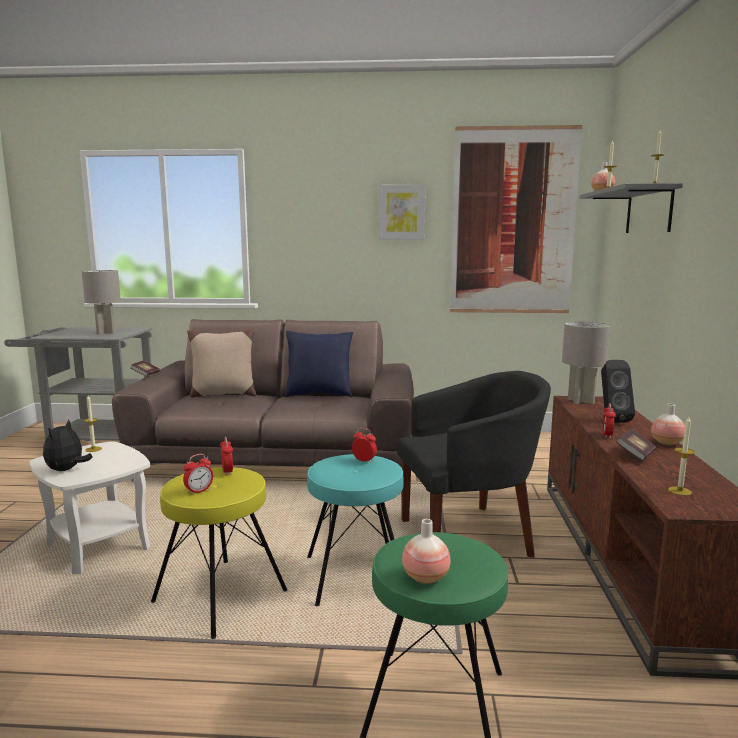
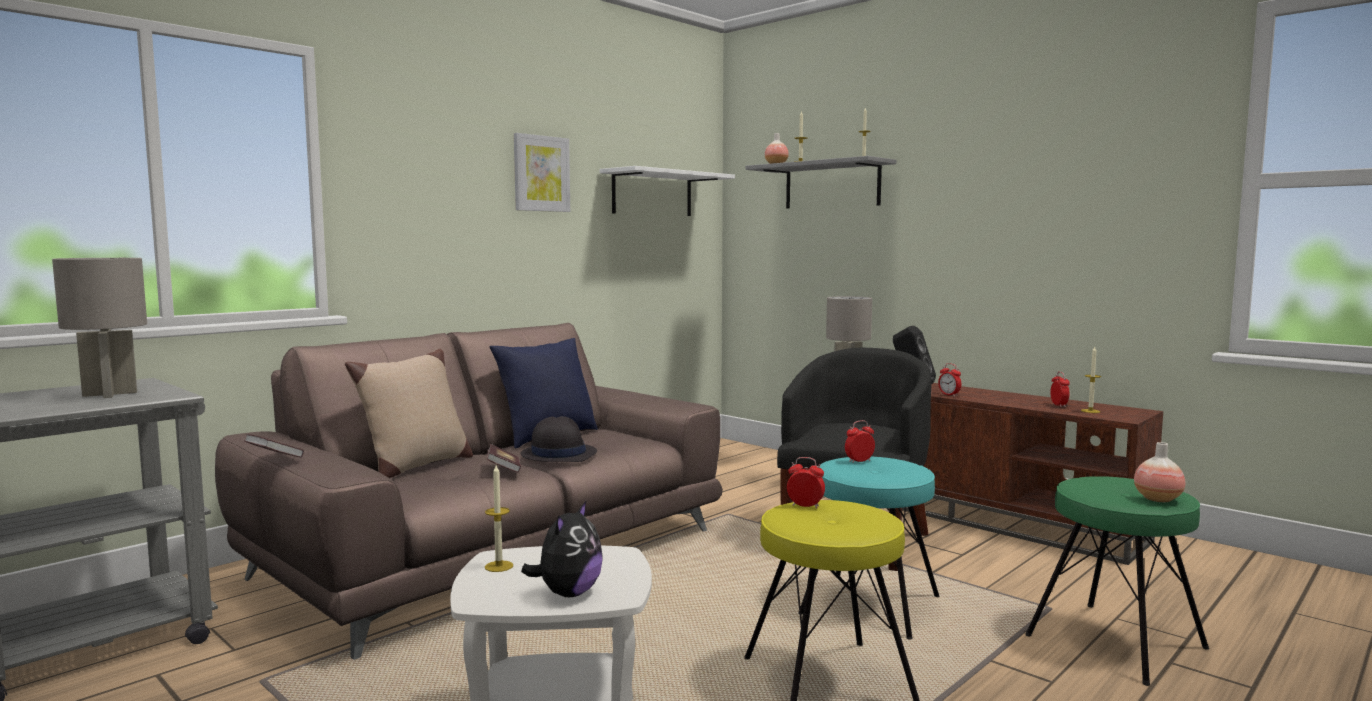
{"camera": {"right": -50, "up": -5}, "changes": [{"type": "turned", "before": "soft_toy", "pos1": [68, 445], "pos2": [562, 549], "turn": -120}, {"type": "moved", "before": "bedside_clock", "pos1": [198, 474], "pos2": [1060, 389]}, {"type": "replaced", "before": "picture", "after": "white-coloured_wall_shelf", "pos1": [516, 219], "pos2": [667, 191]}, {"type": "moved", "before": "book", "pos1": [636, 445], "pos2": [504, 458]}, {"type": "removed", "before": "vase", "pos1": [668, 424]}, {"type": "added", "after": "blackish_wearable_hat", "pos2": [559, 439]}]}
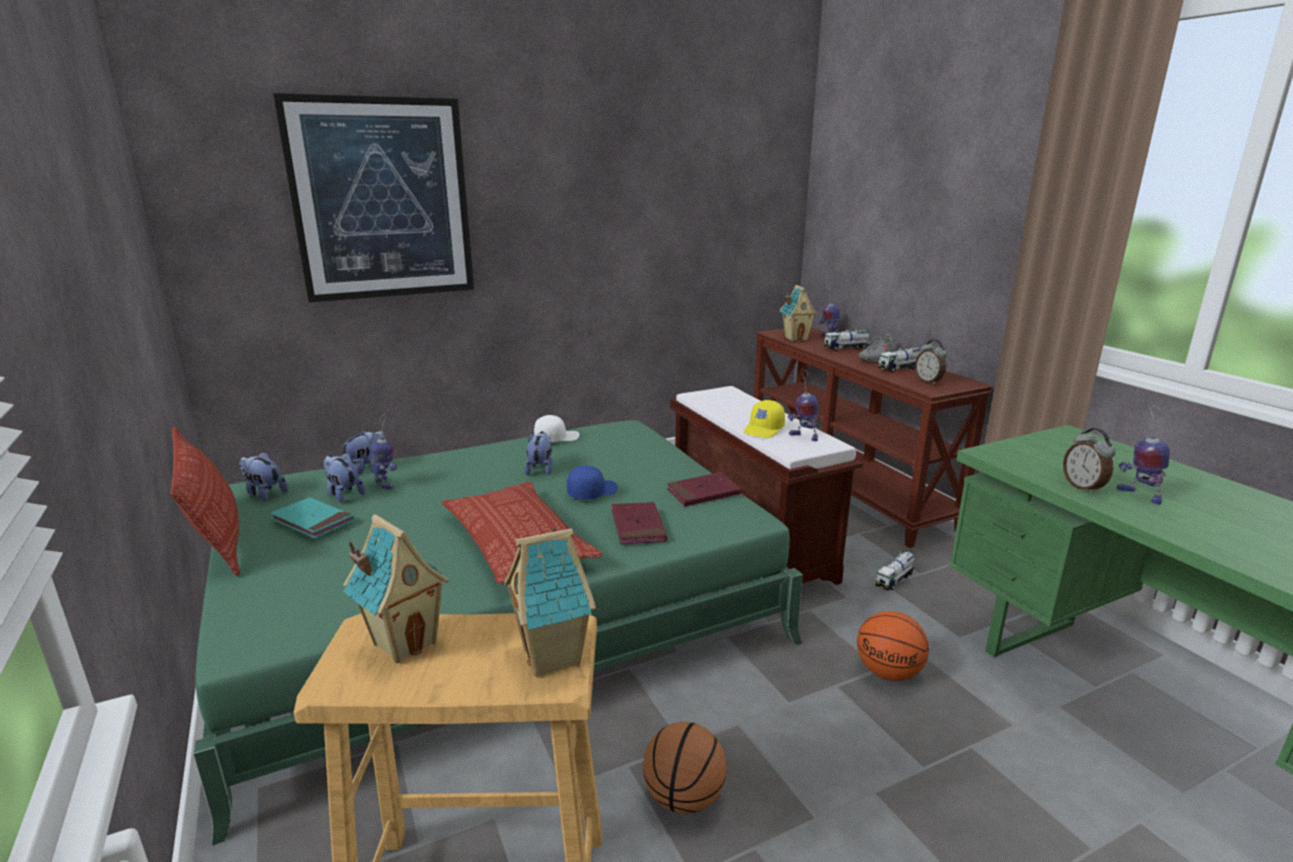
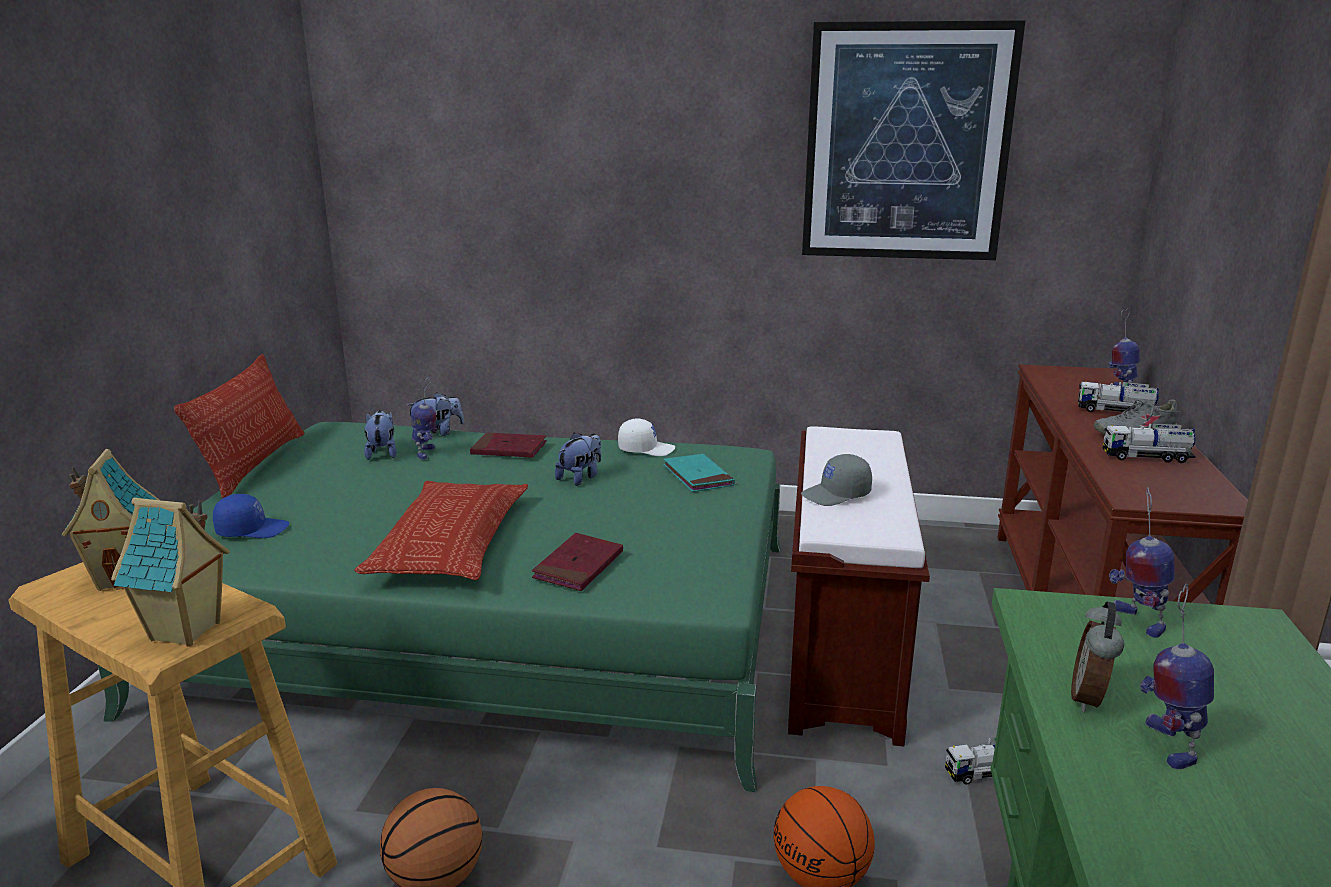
{"camera": {"right": 35, "up": 0}, "changes": [{"type": "removed", "before": "soft_toy", "pos1": [263, 476]}, {"type": "moved", "before": "turquoise_book", "pos1": [312, 518], "pos2": [699, 473]}, {"type": "moved", "before": "picture", "pos1": [373, 197], "pos2": [913, 140]}, {"type": "moved", "before": "bluish_baseball_cap", "pos1": [592, 482], "pos2": [251, 516]}, {"type": "moved", "before": "red_book", "pos1": [704, 489], "pos2": [508, 445]}, {"type": "recoloured", "before": "yellow_baseball_cap", "after": "gray_baseball_cap", "pos1": [764, 419], "pos2": [836, 480]}, {"type": "removed", "before": "miniature_house", "pos1": [798, 313]}, {"type": "moved", "before": "robot_figure", "pos1": [803, 404], "pos2": [1142, 562]}, {"type": "removed", "before": "bedside_clock", "pos1": [931, 362]}]}
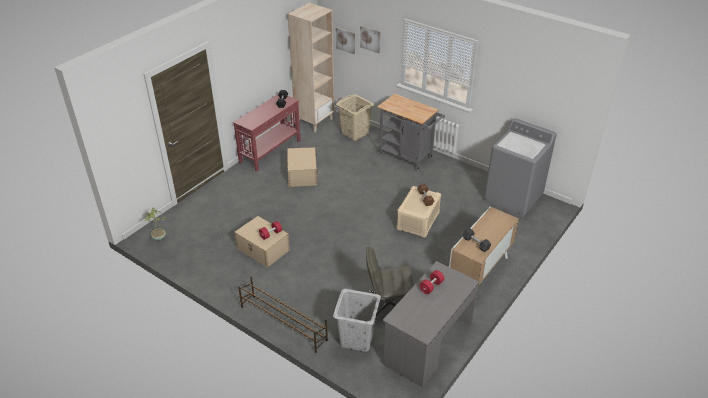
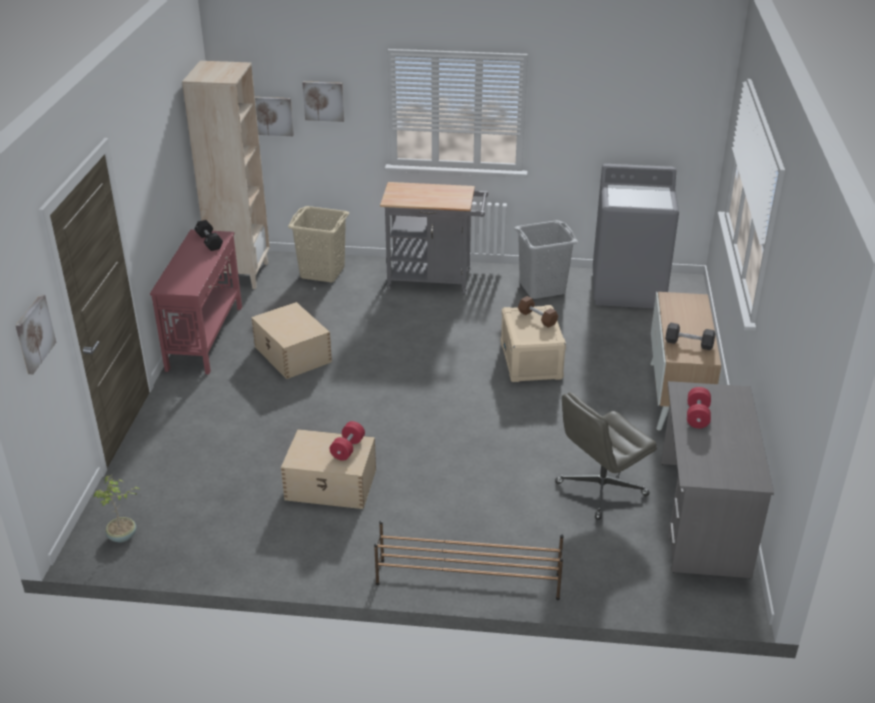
{"camera": {"right": -30, "up": -5}, "changes": [{"type": "moved", "before": "gray_washing_basket", "pos1": [357, 320], "pos2": [546, 259]}, {"type": "added", "after": "picture", "pos2": [35, 334]}]}
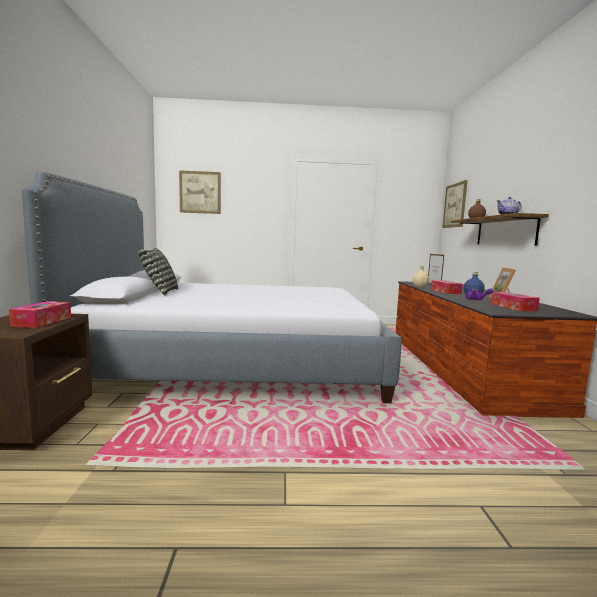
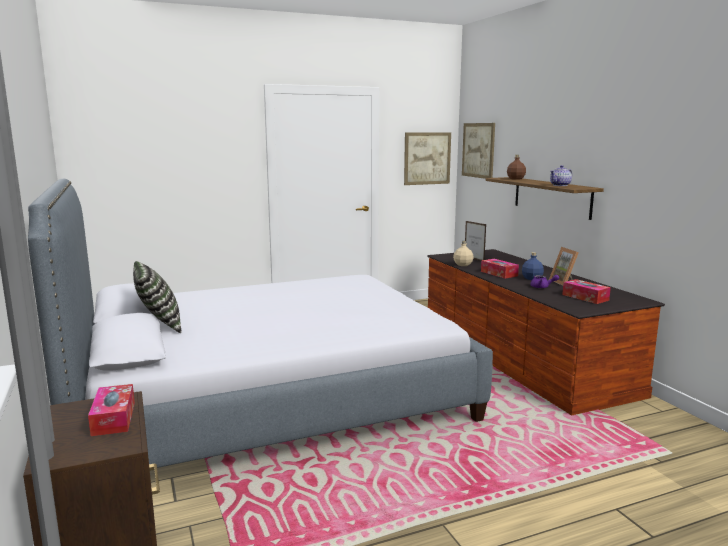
{"camera": {"right": -20, "up": 5}, "changes": [{"type": "moved", "before": "picture", "pos1": [200, 192], "pos2": [427, 158]}]}
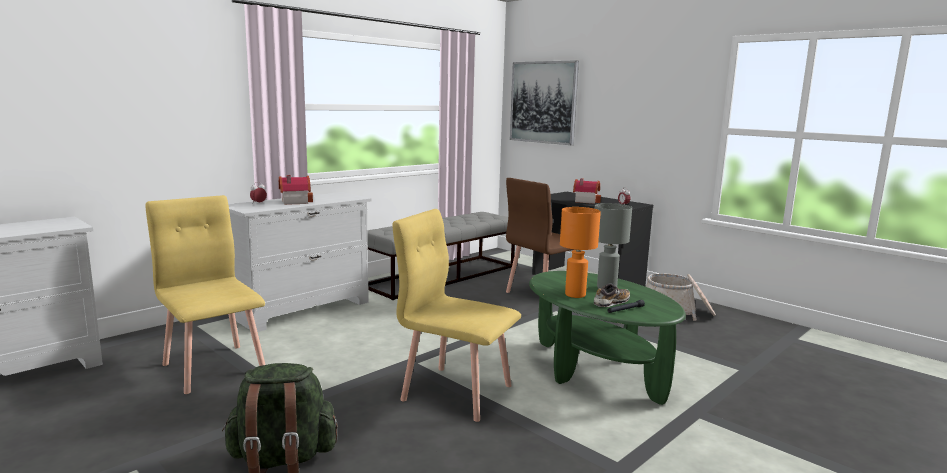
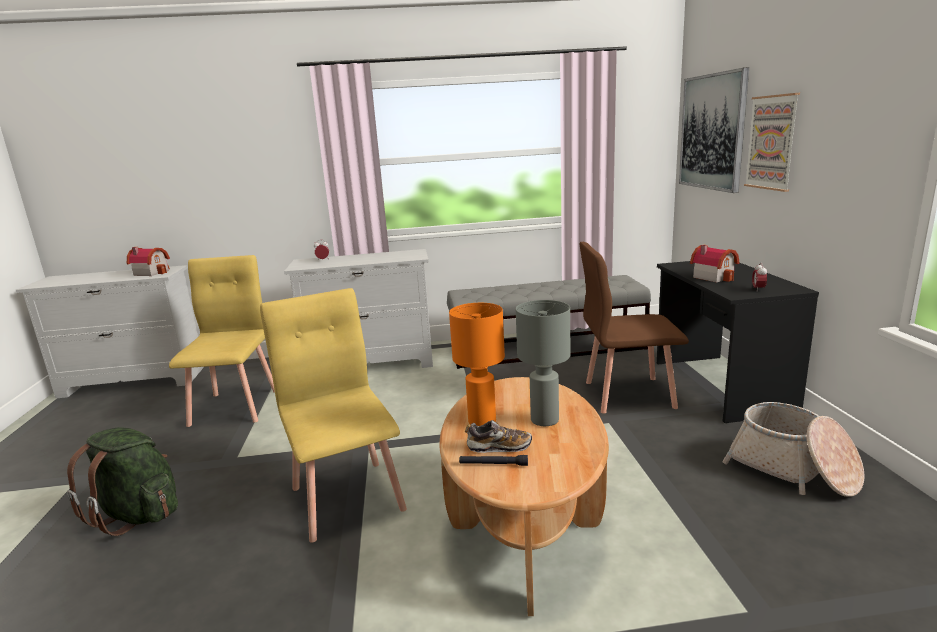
{"camera": {"right": 40, "up": 5}, "changes": [{"type": "moved", "before": "miniature_house", "pos1": [296, 190], "pos2": [148, 261]}, {"type": "recoloured", "before": "greenish_lounge_table", "after": "brown_lounge_table", "pos1": [607, 338], "pos2": [524, 496]}, {"type": "added", "after": "picture", "pos2": [772, 142]}]}
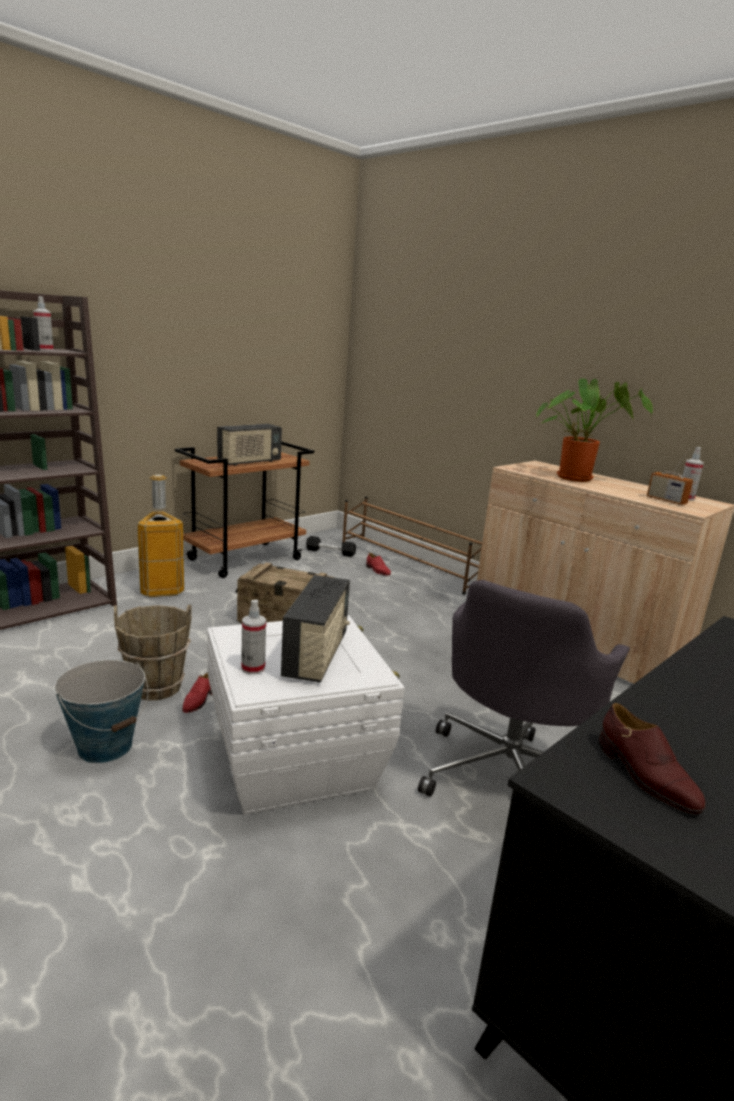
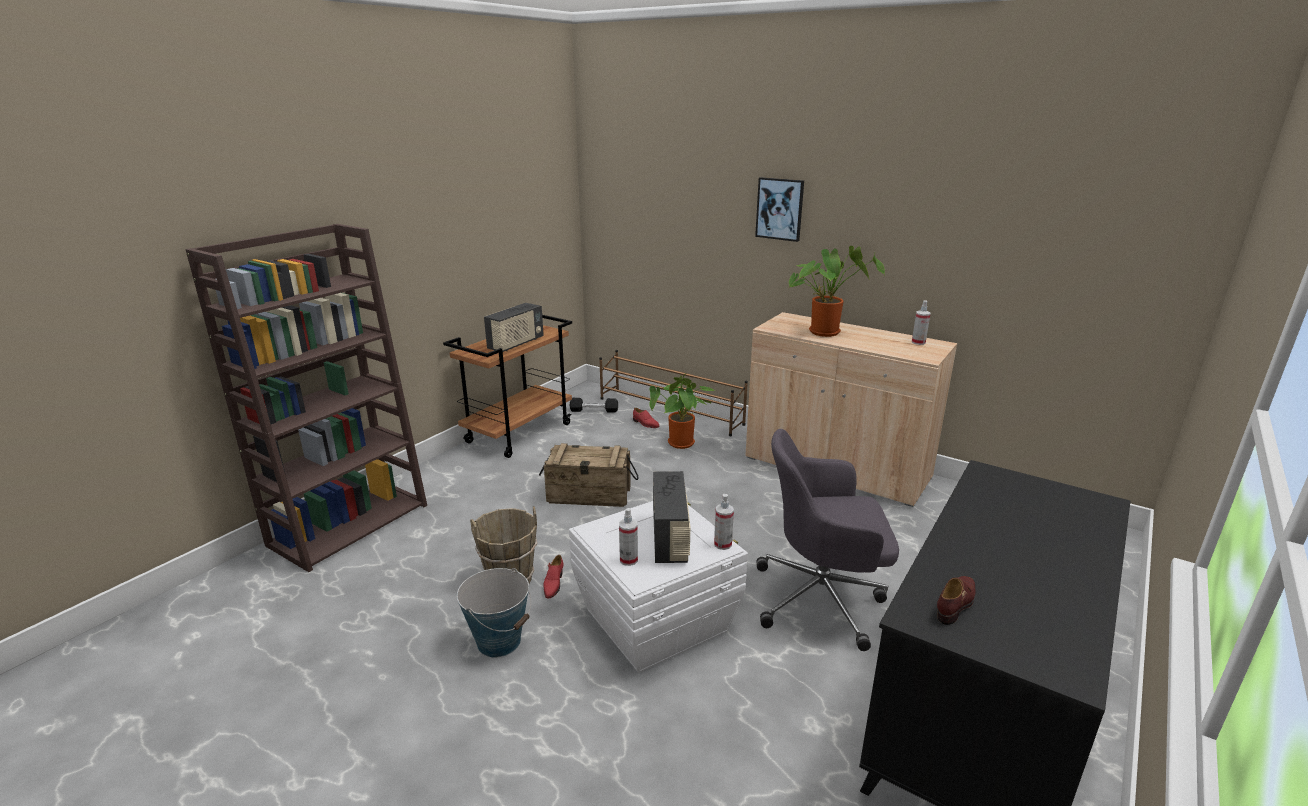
{"camera": {"right": -10, "up": 5}, "changes": [{"type": "moved", "before": "hand_sprayer", "pos1": [43, 323], "pos2": [724, 522]}, {"type": "removed", "before": "waste_bin", "pos1": [160, 535]}, {"type": "turned", "before": "gray_office_chair", "pos1": [524, 688], "pos2": [827, 540], "turn": 75}, {"type": "turned", "before": "brown_shoe", "pos1": [652, 758], "pos2": [956, 600], "turn": -105}, {"type": "removed", "before": "radio_set", "pos1": [670, 477]}, {"type": "added", "after": "houseplant", "pos2": [682, 411]}, {"type": "added", "after": "picture", "pos2": [779, 209]}]}
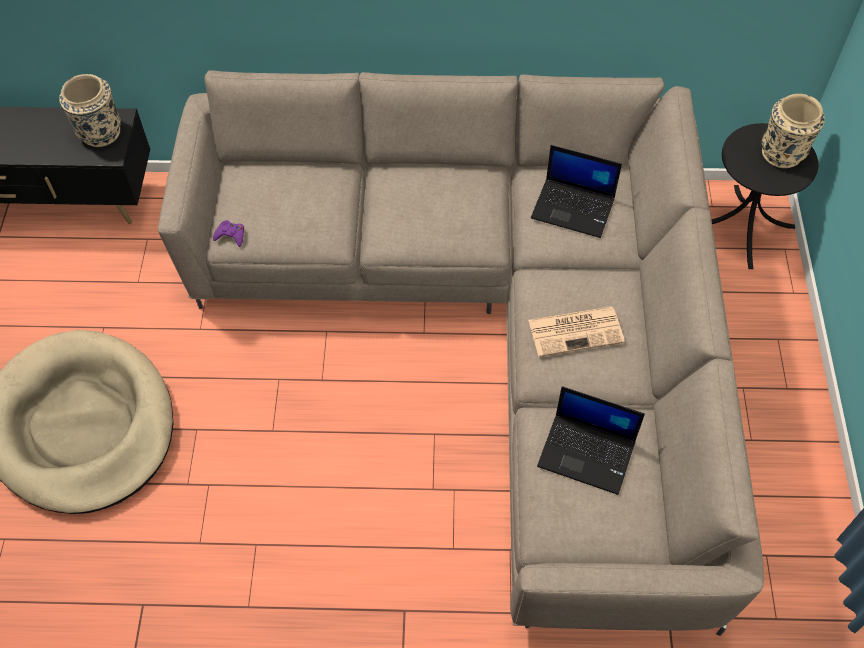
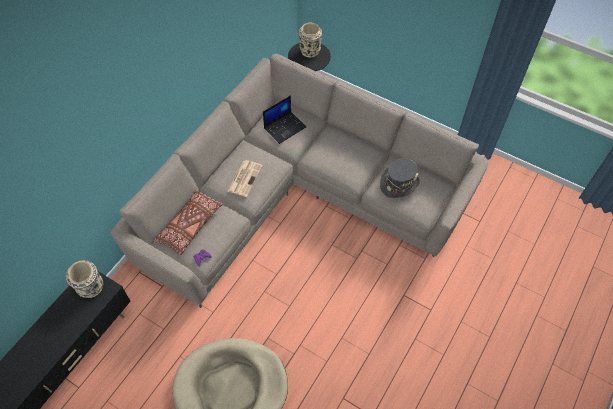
{"camera": {"right": -60, "up": 0}, "changes": [{"type": "moved", "before": "daily_paper", "pos1": [576, 331], "pos2": [245, 178]}, {"type": "replaced", "before": "laptop", "after": "gray_wearable_hat", "pos1": [591, 440], "pos2": [400, 178]}, {"type": "added", "after": "brown_cushion", "pos2": [188, 222]}]}
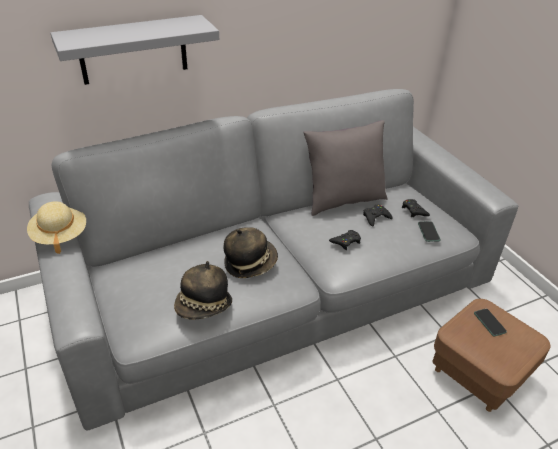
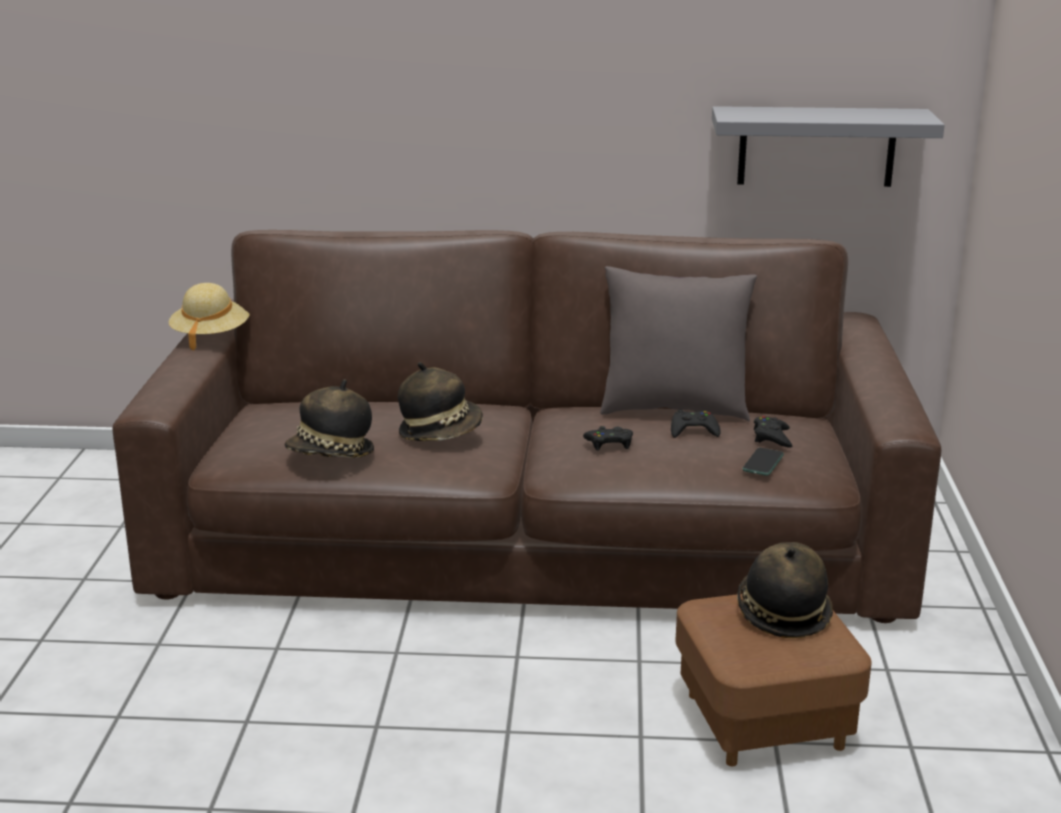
{"camera": {"right": 30, "up": -15}, "changes": [{"type": "recoloured", "before": "gray_settee", "after": "brown_settee", "pos1": [273, 260], "pos2": [526, 426]}, {"type": "moved", "before": "gray_wall_shelf", "pos1": [135, 50], "pos2": [828, 146]}, {"type": "replaced", "before": "telephone", "after": "wearable_hat", "pos1": [490, 322], "pos2": [785, 590]}]}
